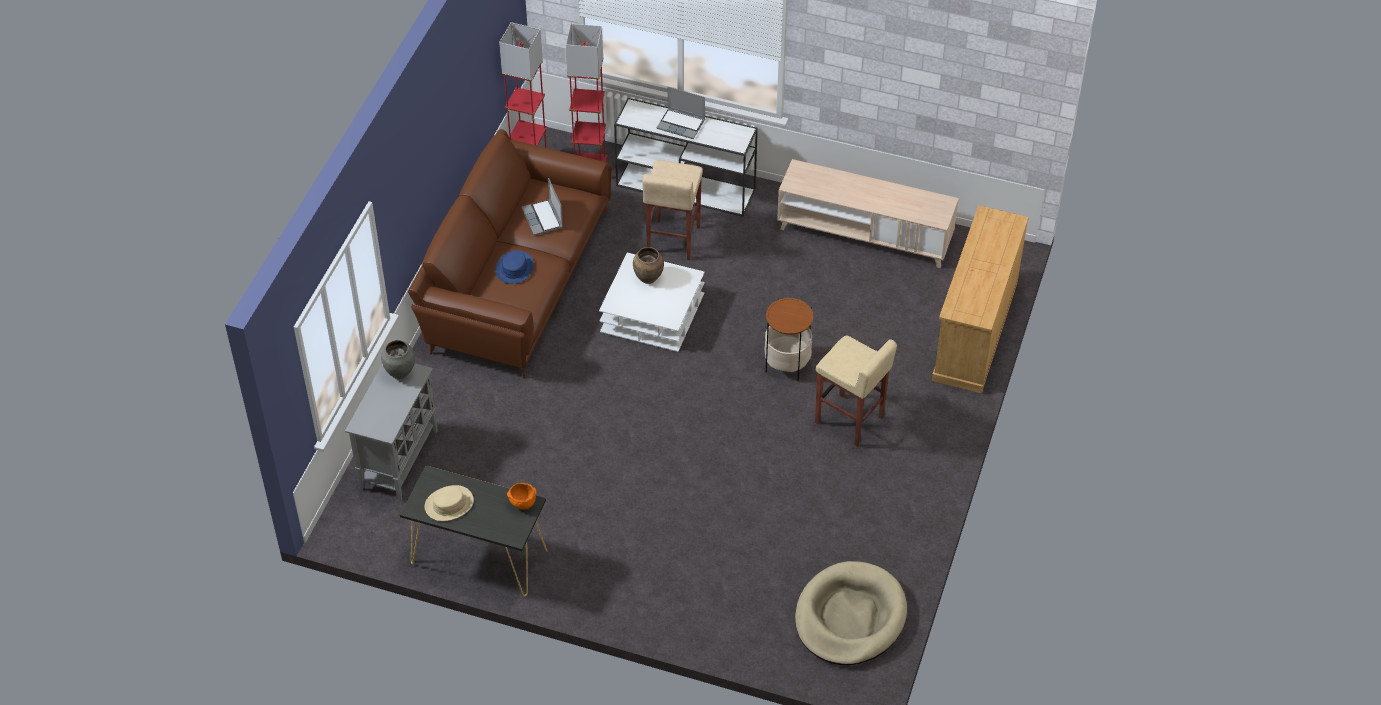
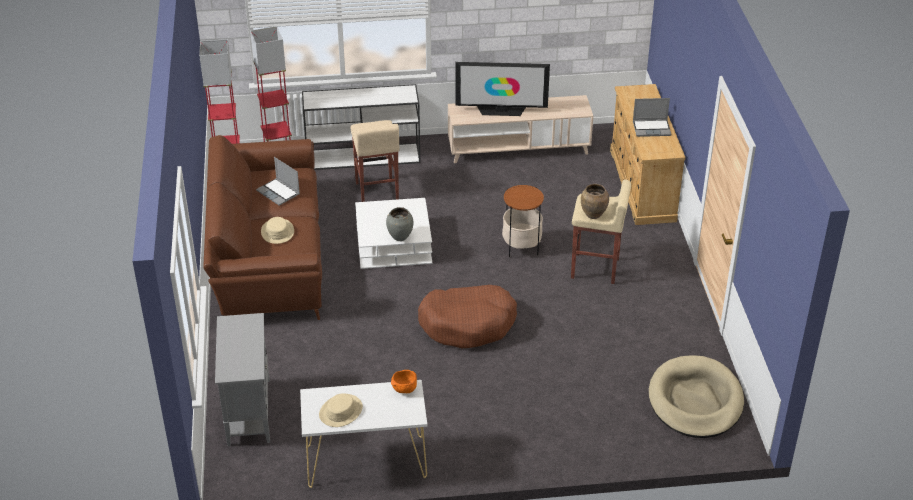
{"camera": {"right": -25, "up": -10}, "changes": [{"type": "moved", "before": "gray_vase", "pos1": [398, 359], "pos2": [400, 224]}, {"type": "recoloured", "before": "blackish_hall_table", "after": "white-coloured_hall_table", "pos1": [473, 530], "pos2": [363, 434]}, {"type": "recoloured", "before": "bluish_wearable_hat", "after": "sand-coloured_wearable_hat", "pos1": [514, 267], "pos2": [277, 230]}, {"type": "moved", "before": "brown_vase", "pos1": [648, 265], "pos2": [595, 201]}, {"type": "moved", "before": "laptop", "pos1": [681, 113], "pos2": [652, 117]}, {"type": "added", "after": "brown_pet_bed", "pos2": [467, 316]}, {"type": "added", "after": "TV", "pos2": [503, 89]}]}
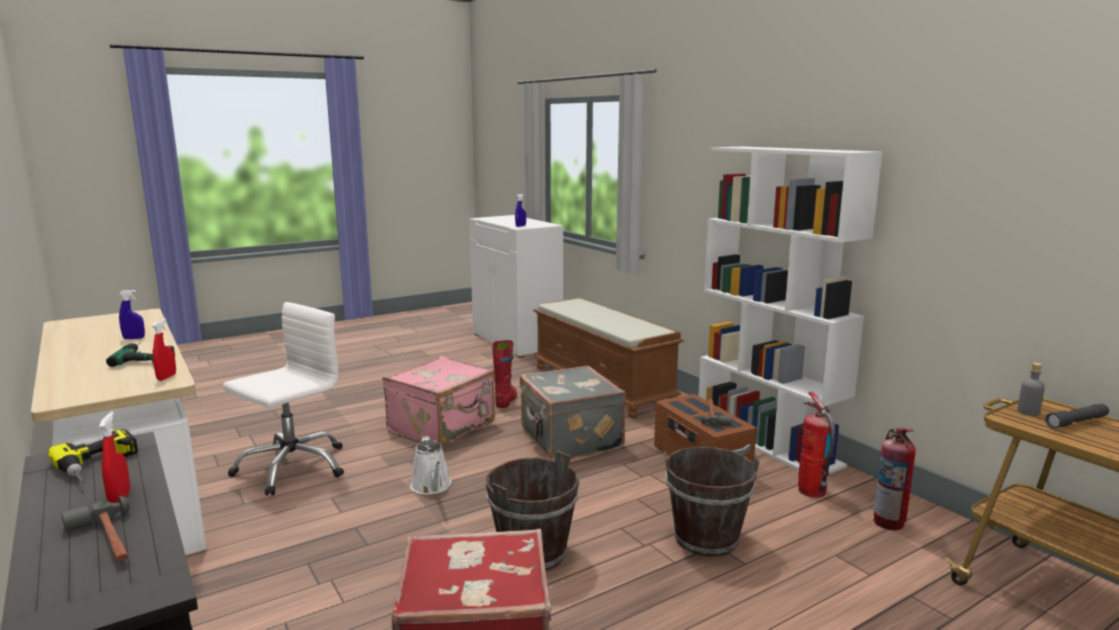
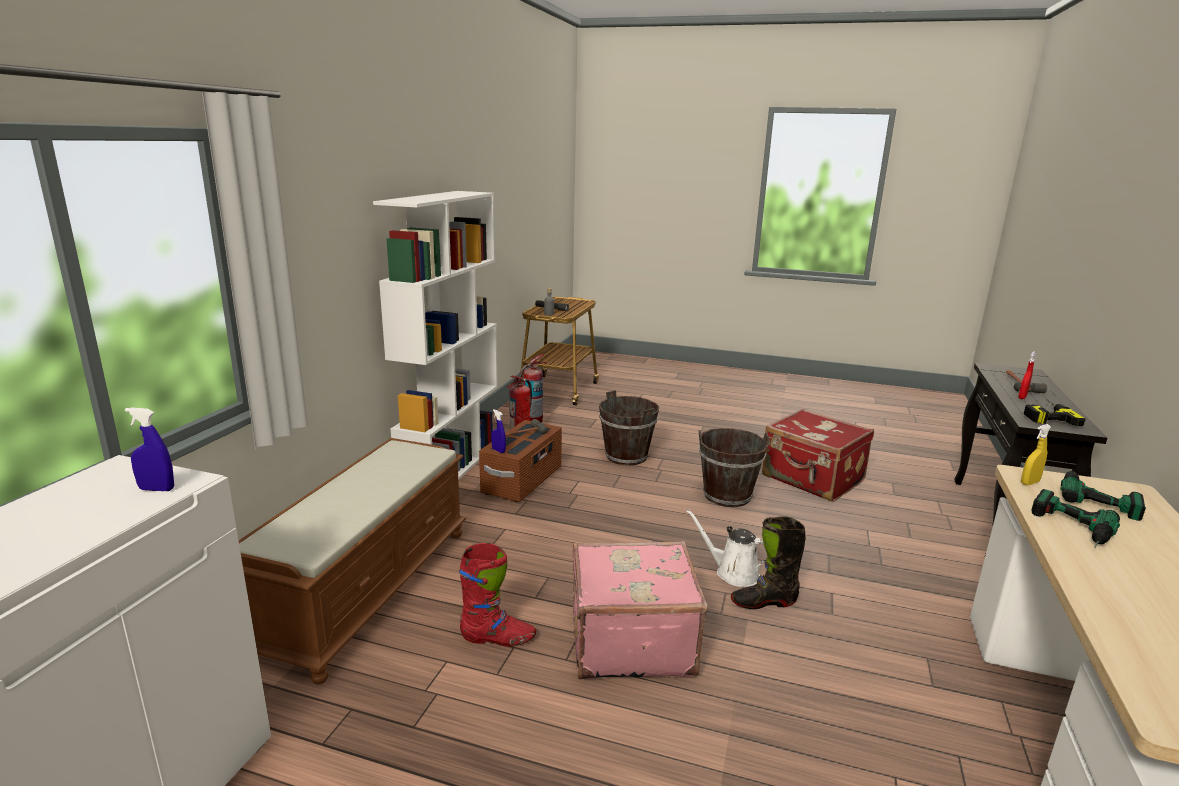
{"camera": {"right": -130, "up": 5}, "changes": [{"type": "moved", "before": "bluish_hand_sprayer", "pos1": [132, 314], "pos2": [498, 431]}, {"type": "recoloured", "before": "red_hand_sprayer", "after": "yellow_hand_sprayer", "pos1": [164, 350], "pos2": [1036, 454]}, {"type": "removed", "before": "white-coloured_office_chair", "pos1": [283, 399]}, {"type": "turned", "before": "white-coloured_watering_can", "pos1": [431, 465], "pos2": [726, 548], "turn": -90}, {"type": "turned", "before": "red_high-top_boot", "pos1": [504, 374], "pos2": [497, 595], "turn": -150}, {"type": "removed", "before": "gray_travel_case", "pos1": [573, 413]}, {"type": "added", "after": "blackish_high-top_boot", "pos2": [768, 562]}, {"type": "added", "after": "power_drill", "pos2": [1103, 495]}]}
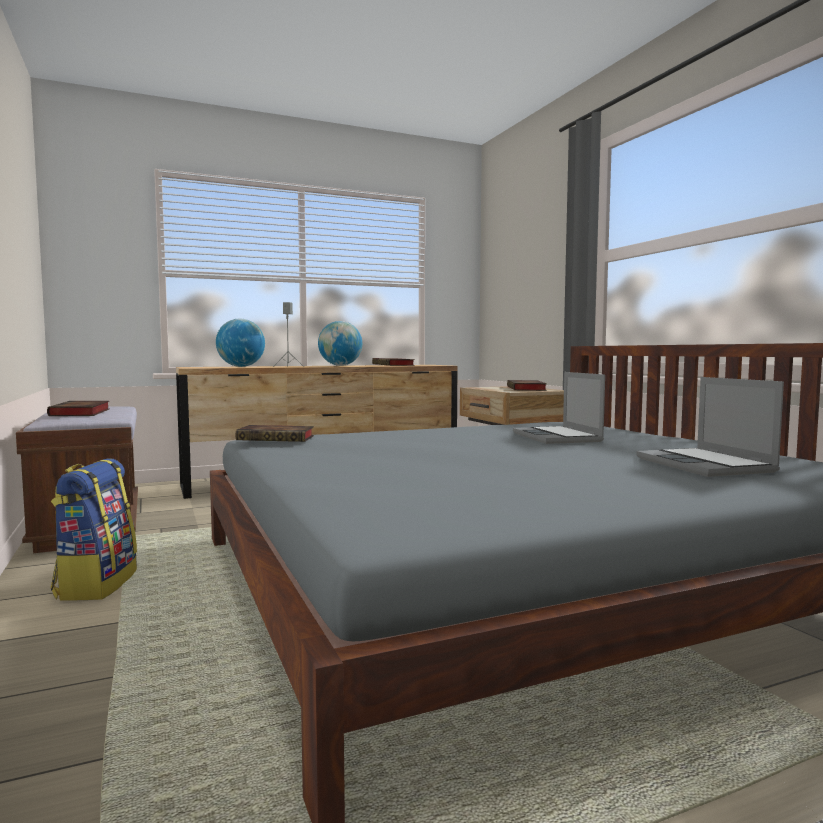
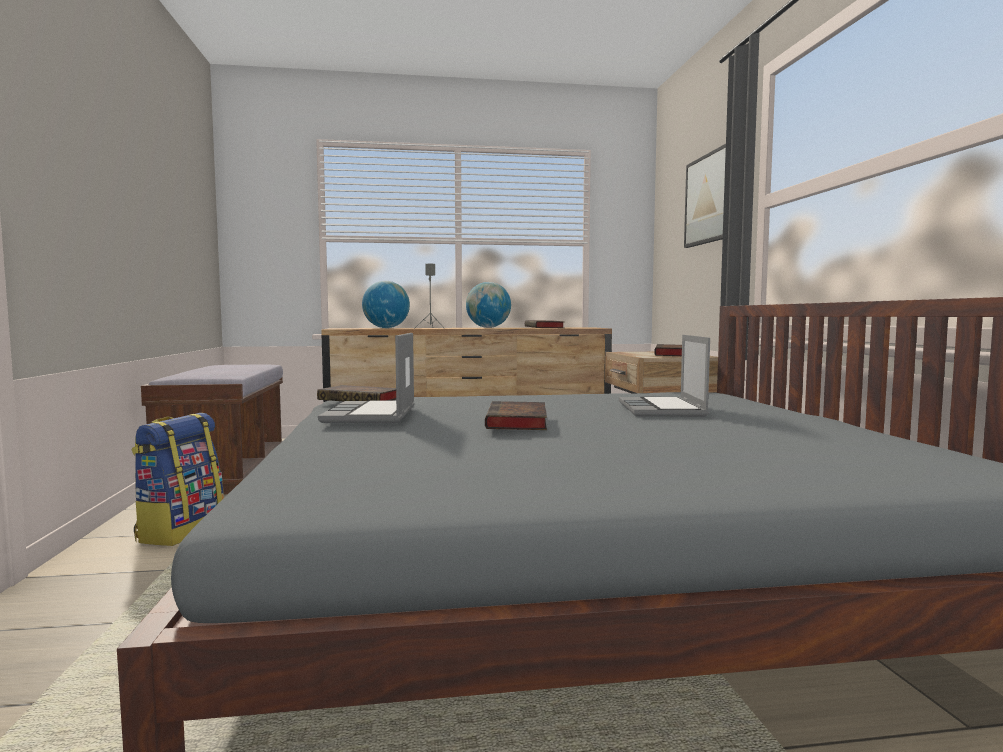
{"camera": {"right": 15, "up": 0}, "changes": [{"type": "moved", "before": "book", "pos1": [78, 408], "pos2": [516, 415]}, {"type": "moved", "before": "laptop", "pos1": [710, 427], "pos2": [366, 378]}, {"type": "added", "after": "picture", "pos2": [705, 196]}]}
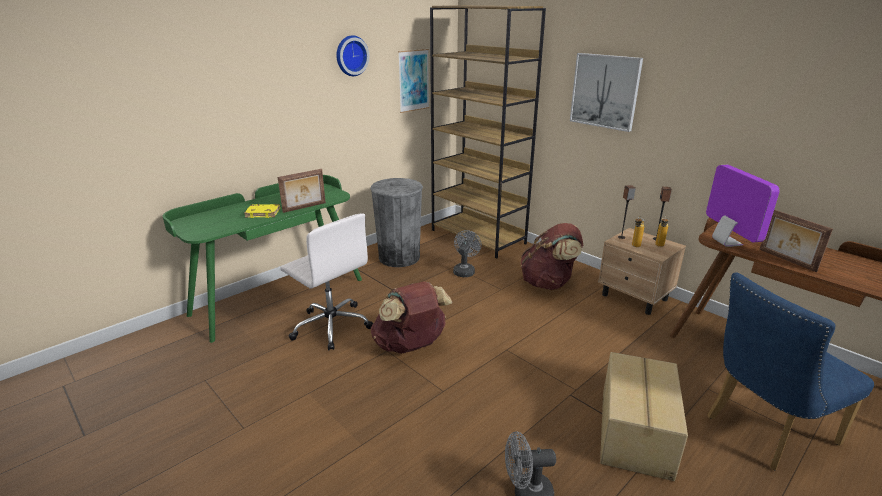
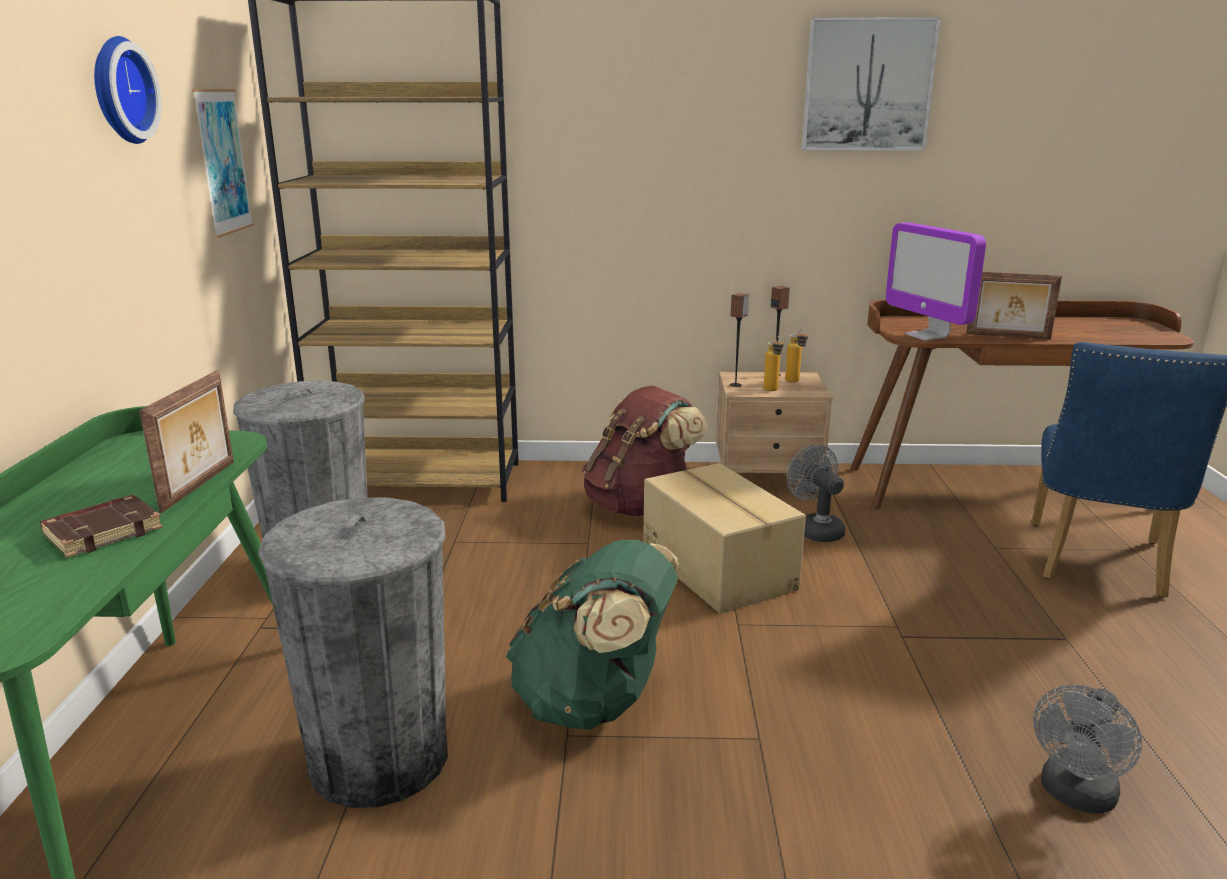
{"camera": {"right": -45, "up": -5}, "changes": [{"type": "recoloured", "before": "yellow_book", "after": "brown_book", "pos1": [262, 211], "pos2": [101, 526]}, {"type": "replaced", "before": "white-coloured_office_chair", "after": "gray_waste_bin", "pos1": [326, 281], "pos2": [353, 652]}, {"type": "recoloured", "before": "brown_rucksack", "after": "greenish_rucksack", "pos1": [412, 317], "pos2": [592, 635]}, {"type": "moved", "before": "gray_fan", "pos1": [467, 253], "pos2": [816, 493]}, {"type": "moved", "before": "picture", "pos1": [606, 92], "pos2": [871, 84]}, {"type": "moved", "before": "packing_box", "pos1": [644, 416], "pos2": [724, 538]}, {"type": "turned", "before": "computer_display", "pos1": [742, 206], "pos2": [936, 281], "turn": -150}]}
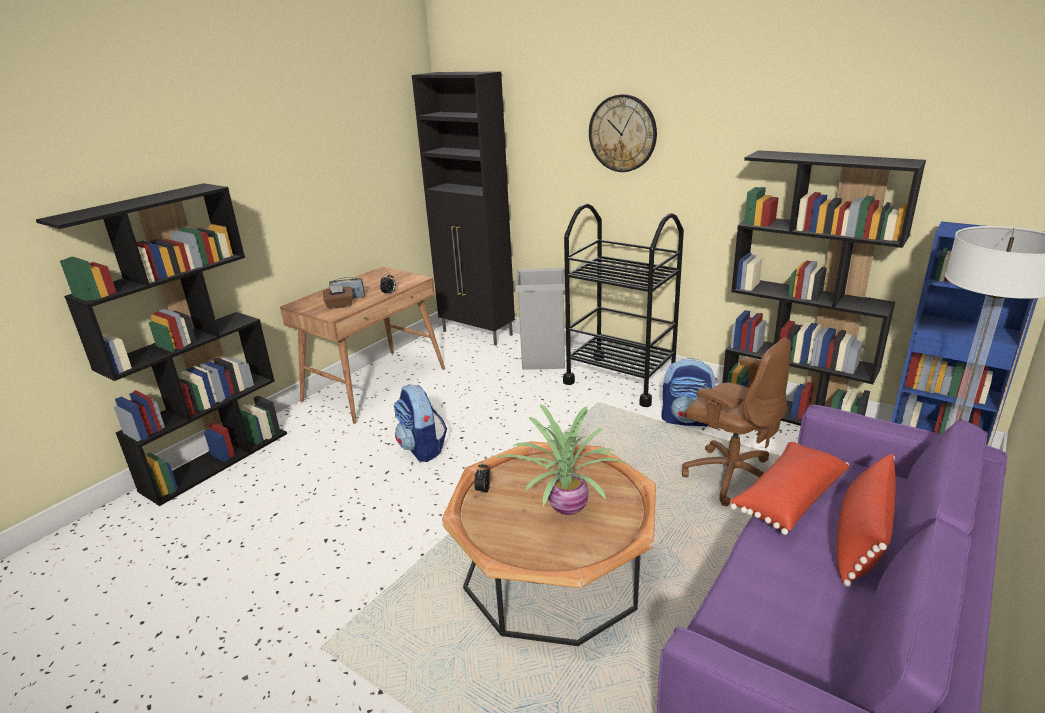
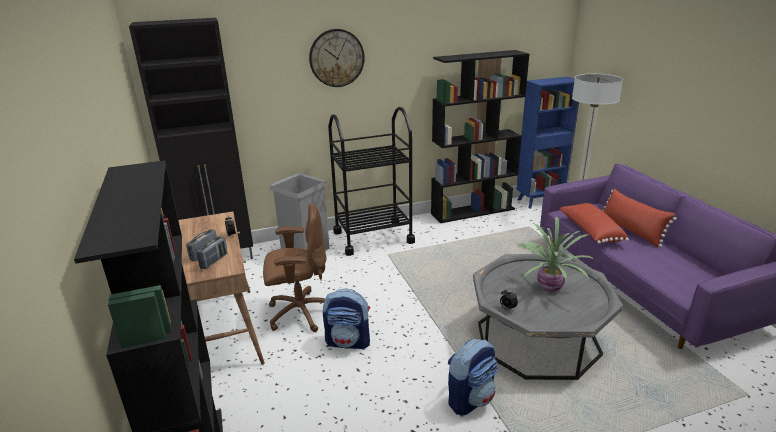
{"camera": {"right": -55, "up": 0}, "changes": [{"type": "replaced", "before": "brown_tissue_holder", "after": "radio_set", "pos1": [338, 297], "pos2": [212, 252]}, {"type": "recoloured", "before": "brown_lounge_table", "after": "gray_lounge_table", "pos1": [549, 543], "pos2": [548, 317]}, {"type": "moved", "before": "rucksack", "pos1": [689, 392], "pos2": [473, 377]}, {"type": "moved", "before": "brown_office_chair", "pos1": [736, 422], "pos2": [294, 267]}]}
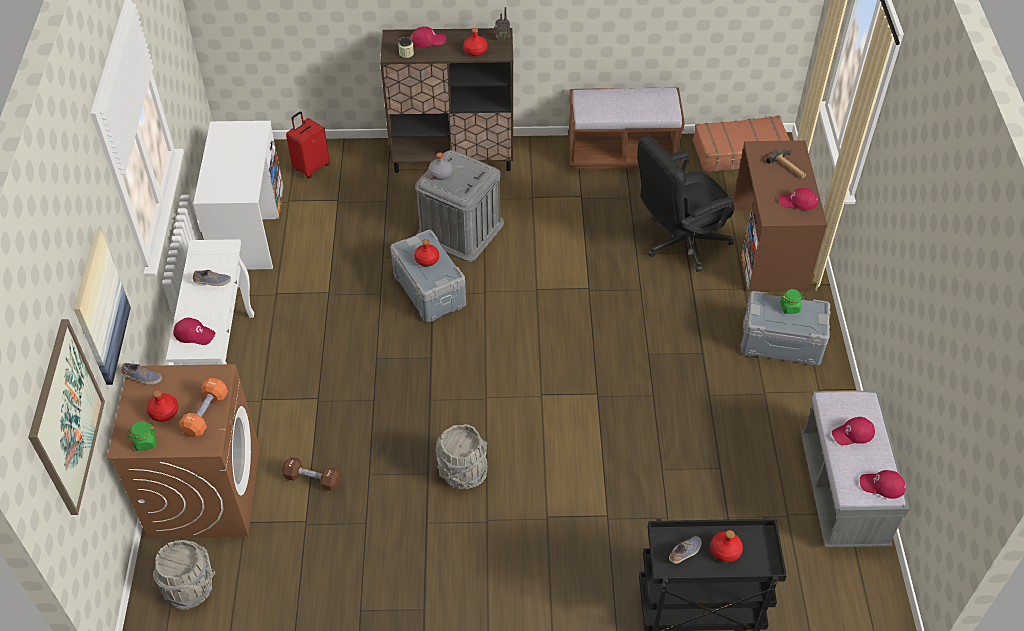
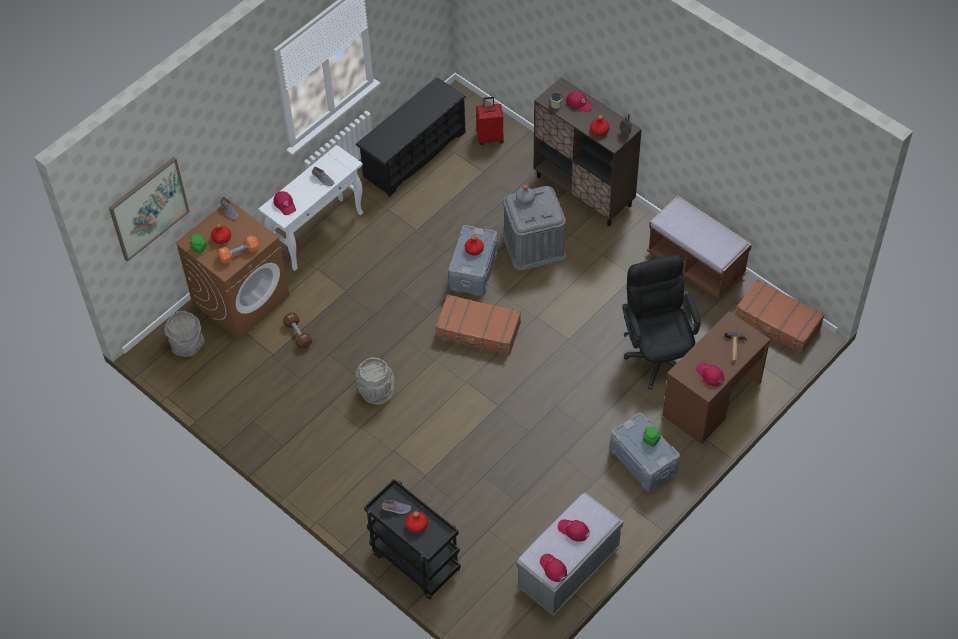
{"camera": {"right": 45, "up": 5}, "changes": [{"type": "removed", "before": "picture", "pos1": [102, 307]}, {"type": "replaced", "before": "white-coloured_desk", "after": "blackish_shoe_stand", "pos1": [238, 195], "pos2": [411, 137]}, {"type": "turned", "before": "blackish_office_chair", "pos1": [686, 203], "pos2": [661, 322], "turn": 60}, {"type": "added", "after": "brown_travel_case", "pos2": [478, 324]}]}
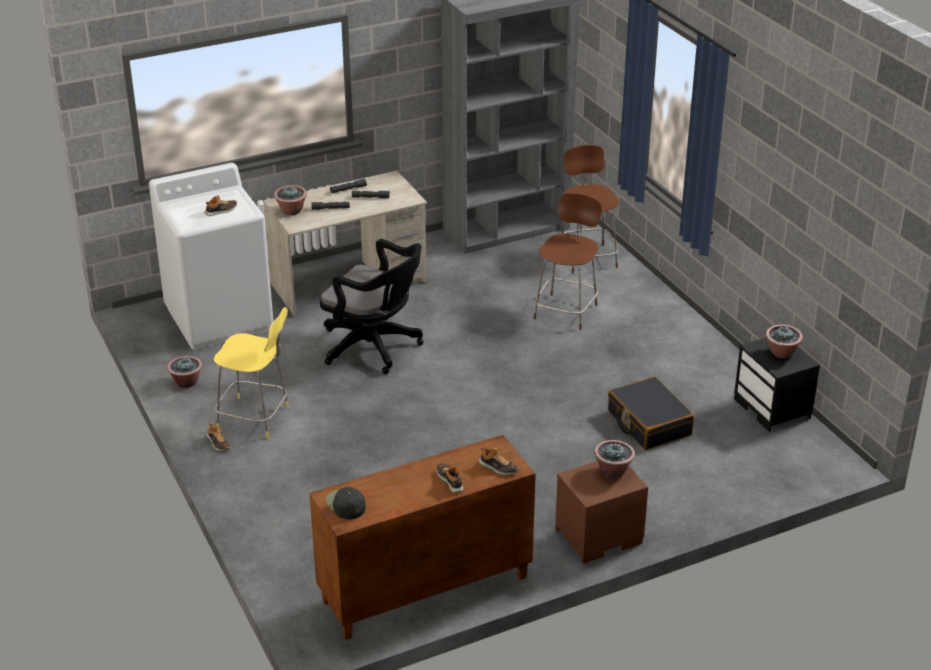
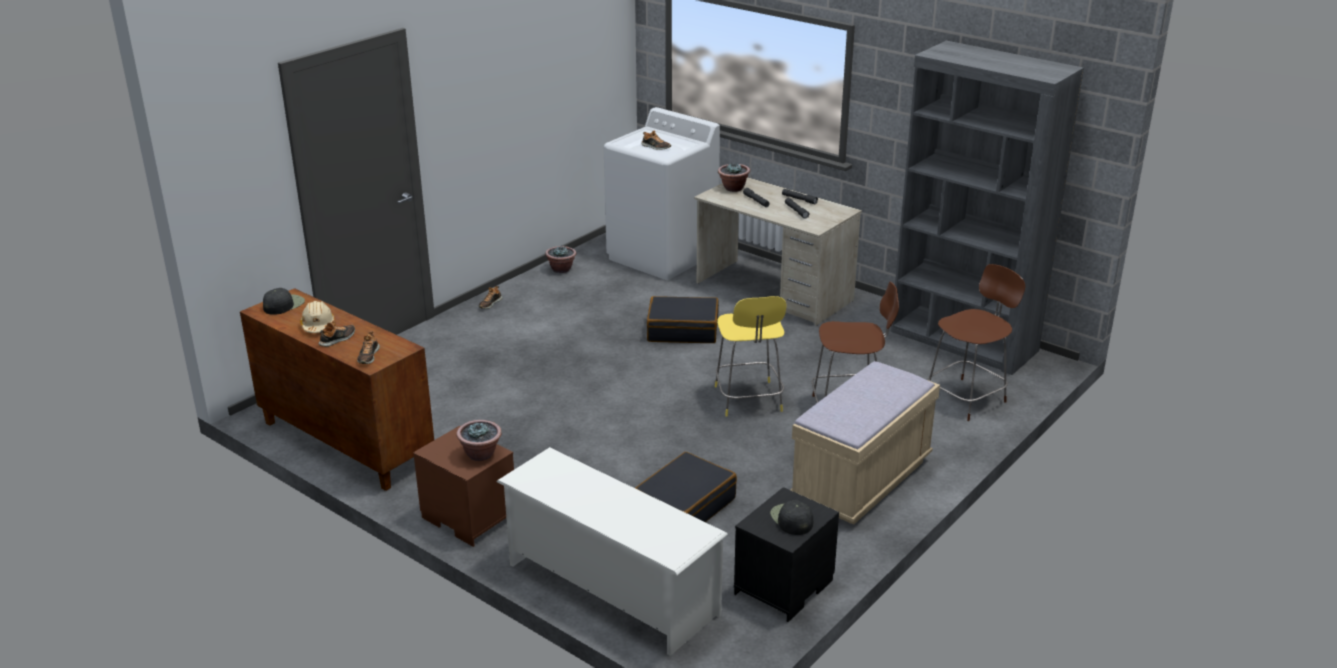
{"camera": {"right": 65, "up": -5}, "changes": [{"type": "moved", "before": "yellow_stool_seat", "pos1": [251, 372], "pos2": [750, 356]}, {"type": "replaced", "before": "blackish_office_chair", "after": "blackish_travel_case", "pos1": [372, 306], "pos2": [683, 319]}, {"type": "replaced", "before": "houseplant", "after": "blackish_baseball_cap", "pos1": [784, 342], "pos2": [791, 517]}, {"type": "added", "after": "sand-coloured_safety_helmet", "pos2": [317, 317]}, {"type": "added", "after": "white-coloured_shoe_stand", "pos2": [612, 551]}, {"type": "added", "after": "sand-coloured_bench", "pos2": [865, 443]}]}
